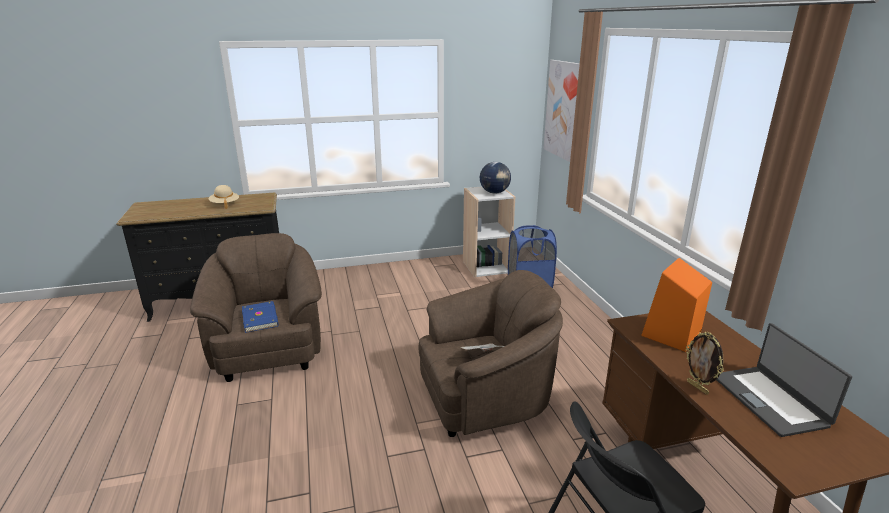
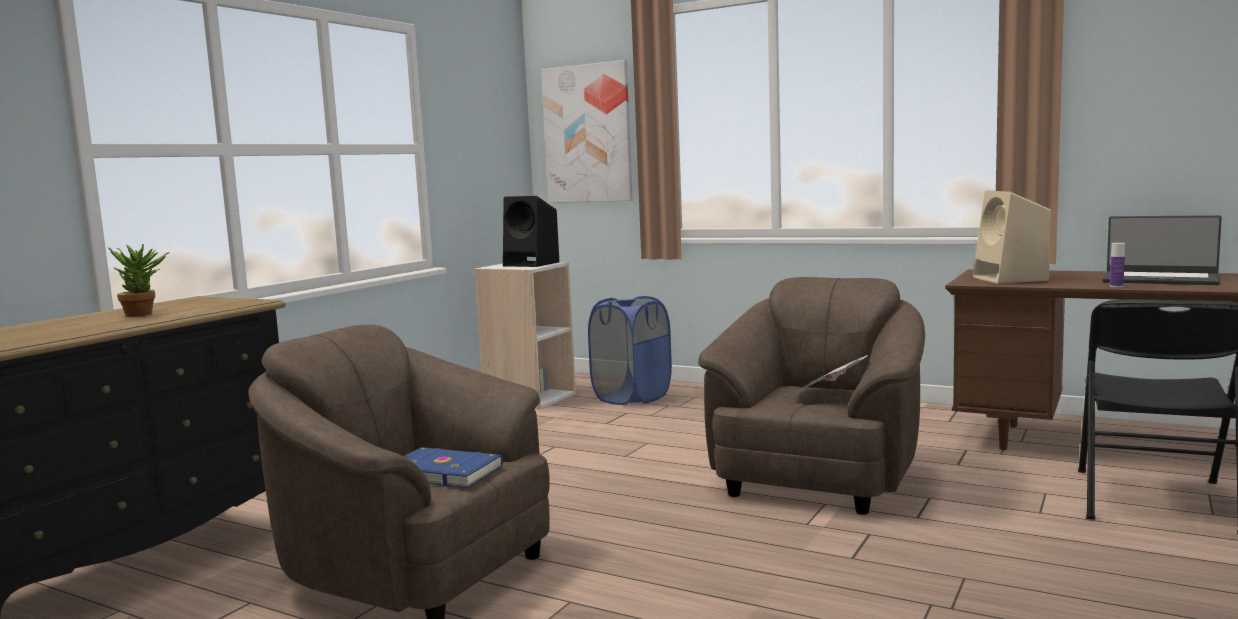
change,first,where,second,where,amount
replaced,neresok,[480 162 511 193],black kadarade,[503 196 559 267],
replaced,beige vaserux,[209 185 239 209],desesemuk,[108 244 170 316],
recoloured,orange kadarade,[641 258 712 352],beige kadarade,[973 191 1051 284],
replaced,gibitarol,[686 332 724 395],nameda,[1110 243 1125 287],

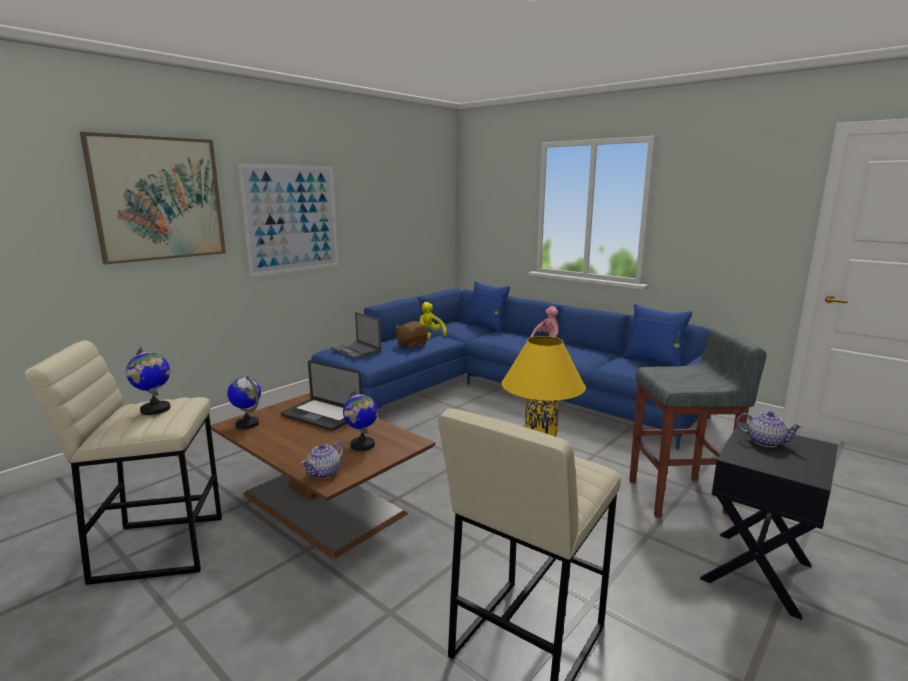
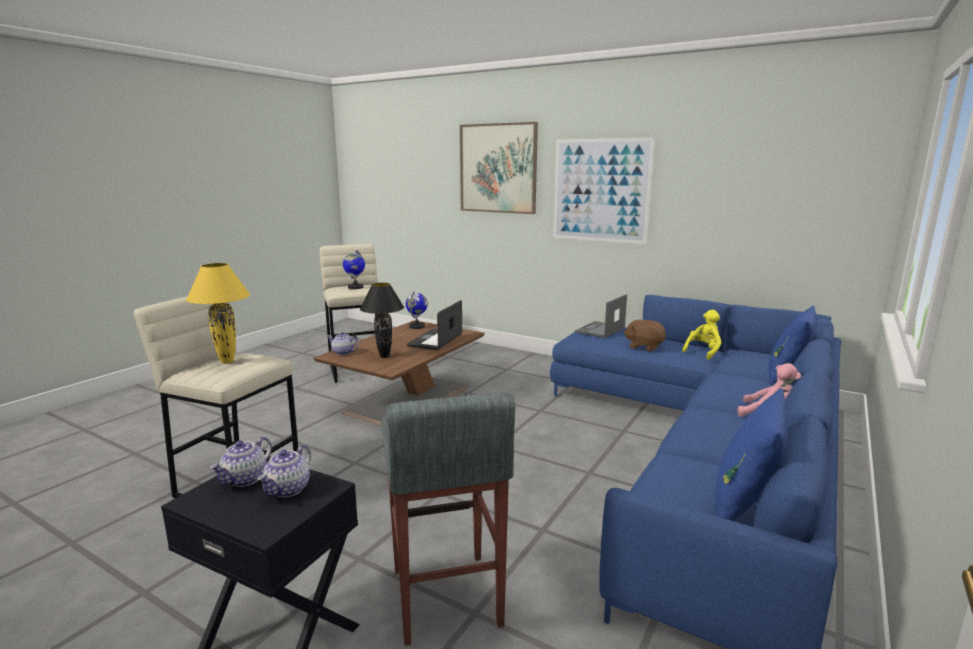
change,first,where,second,where,amount
replaced,neresok,[343 389 378 451],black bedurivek,[360 283 404 358],
added,,,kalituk,[209 437 272 487],

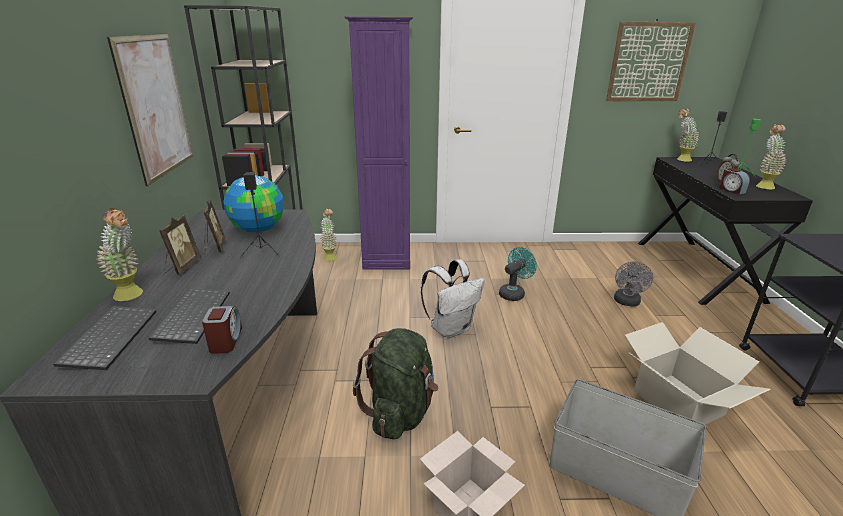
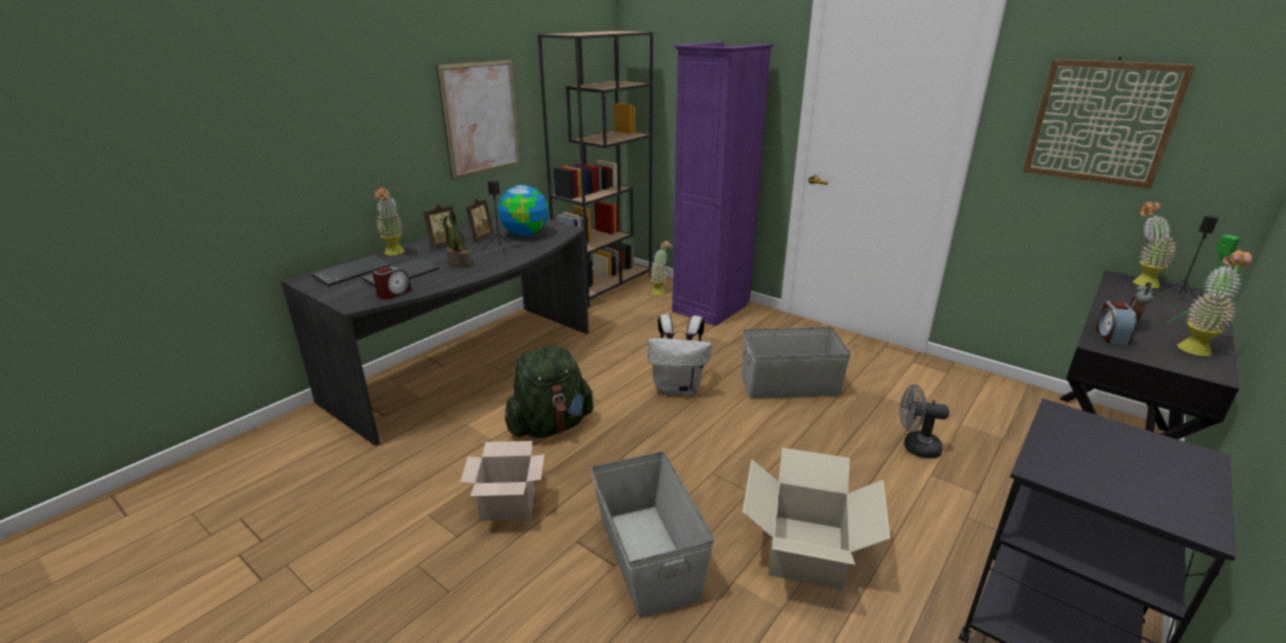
change,first,where,second,where,amount
replaced,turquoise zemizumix,[499 247 537 301],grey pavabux,[742 327 851 399],
turned,grey zemizumix,[614 261 653 306],,[900 384 949 459],45 degrees clockwise
added,,,desesemuk,[441 210 471 268],

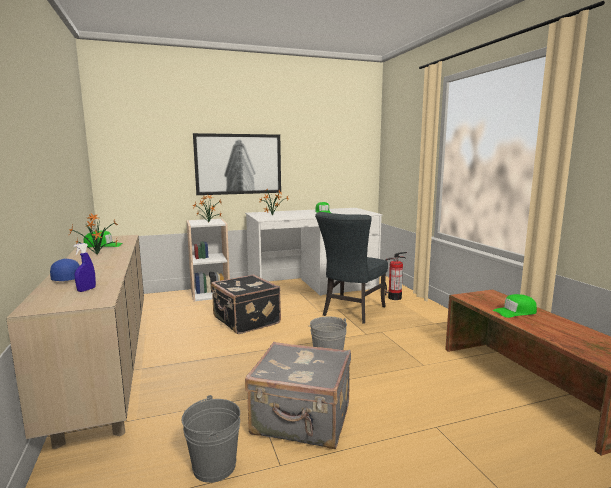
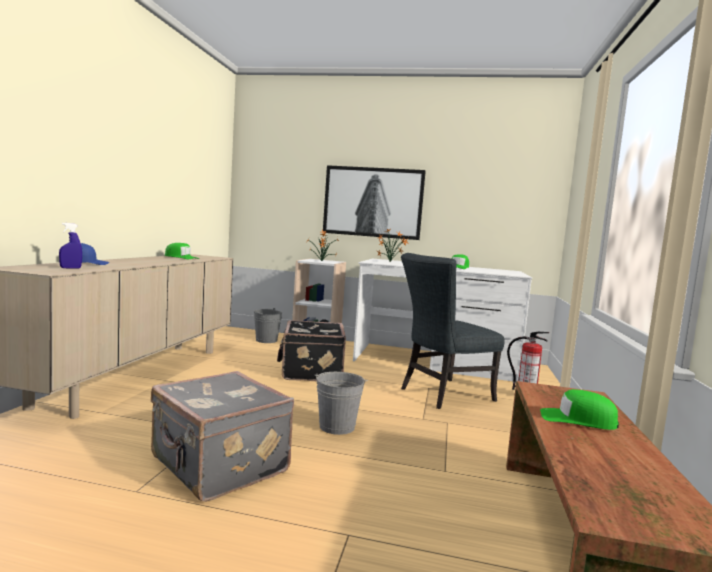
change,first,where,second,where,amount
removed,desesemuk,[69 214 118 254],,,
moved,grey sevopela,[182 395 240 483],,[254 308 282 343],

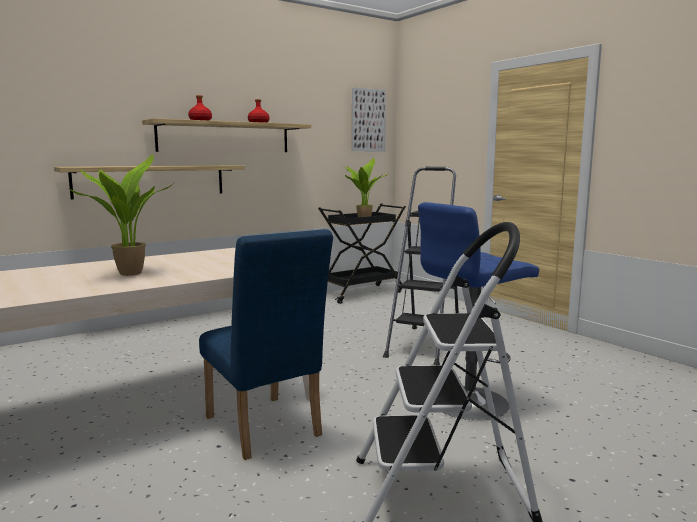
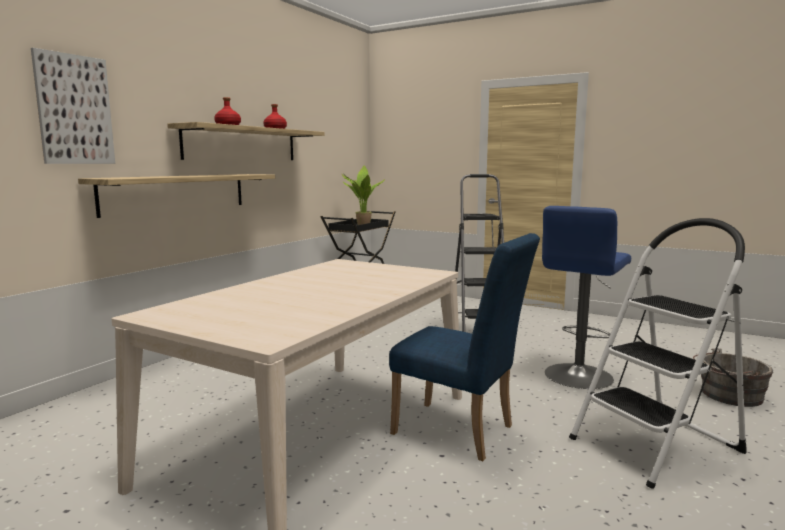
change,first,where,second,where,amount
moved,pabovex,[352 87 386 151],,[31 48 115 164],
removed,desesemuk,[69 154 176 276],,,
added,,,grey sevopela,[693 348 773 407],

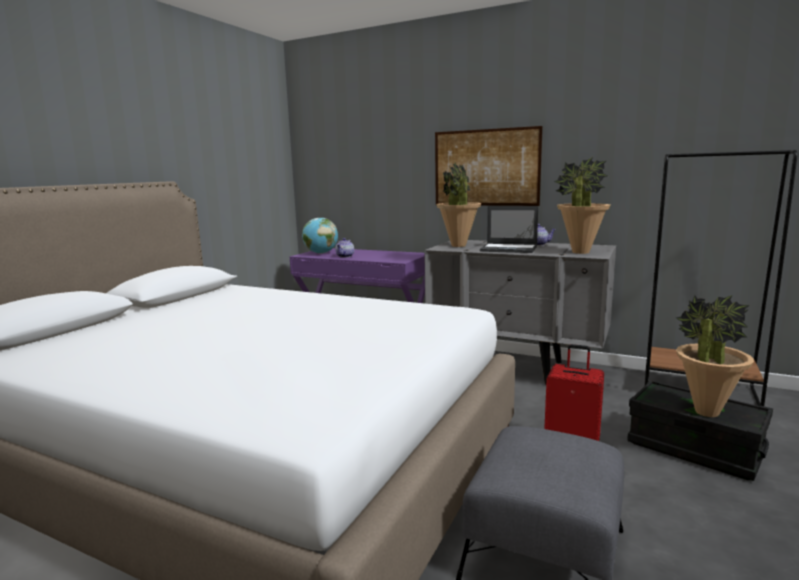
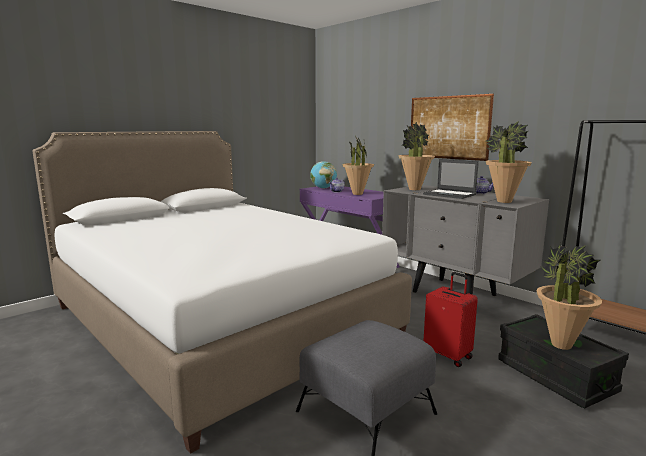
change,first,where,second,where,amount
added,,,desesemuk,[342 136 374 195],

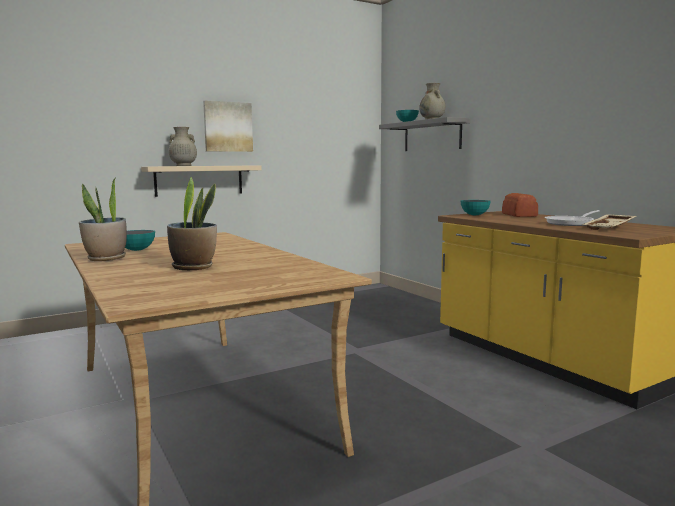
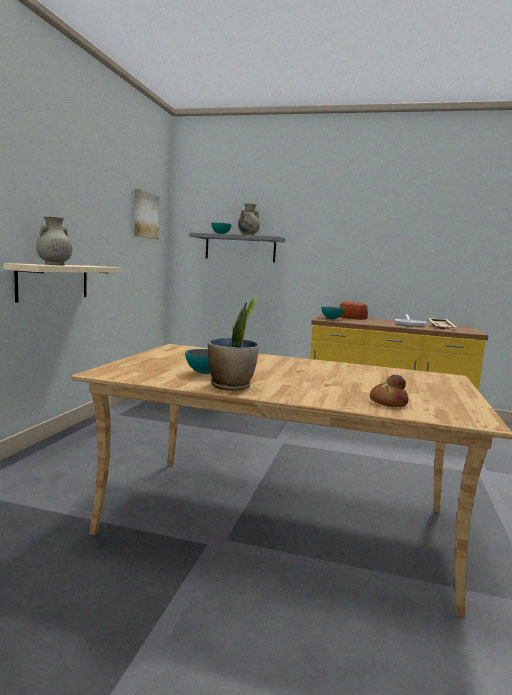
change,first,where,second,where,amount
moved,pabovex,[203 100 253 152],,[134 189 159 239],
removed,desesemuk,[167 177 217 270],,,
added,,,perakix,[370 375 408 407],

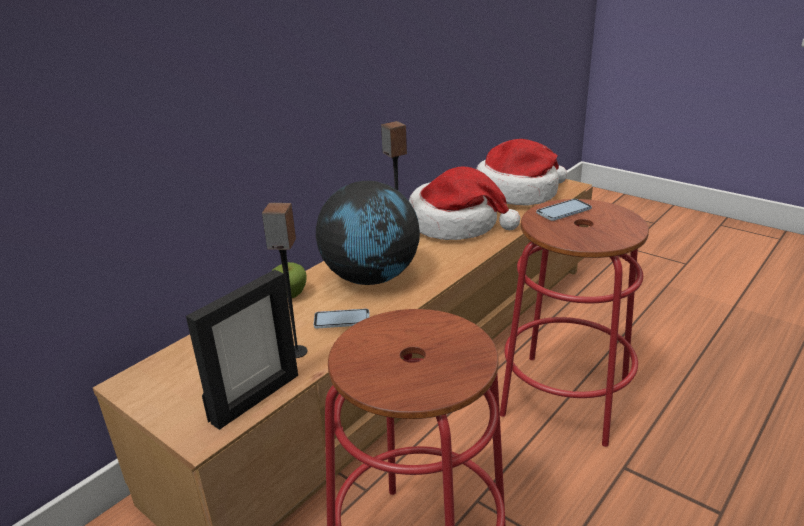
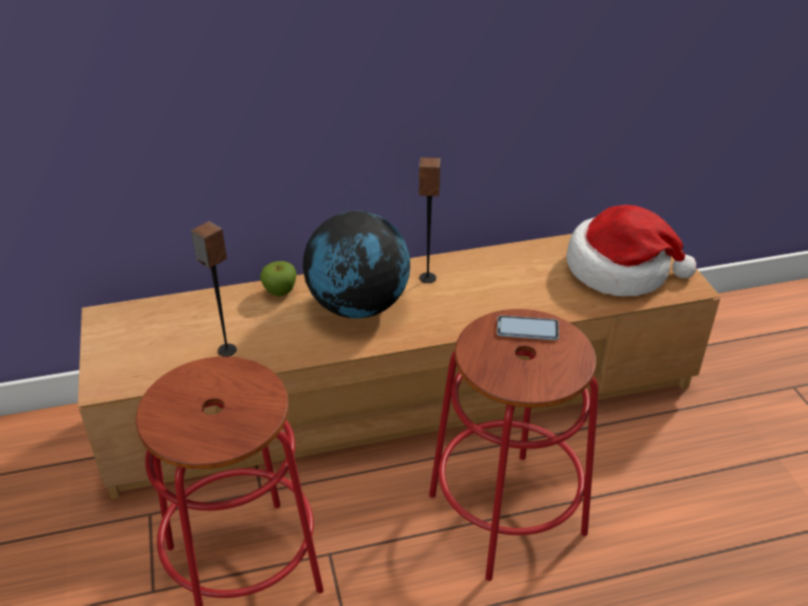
change,first,where,second,where,amount
removed,vaserux,[409 166 520 240],,,
removed,gibitarol,[186 270 298 430],,,
removed,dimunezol,[314 309 370 329],,,

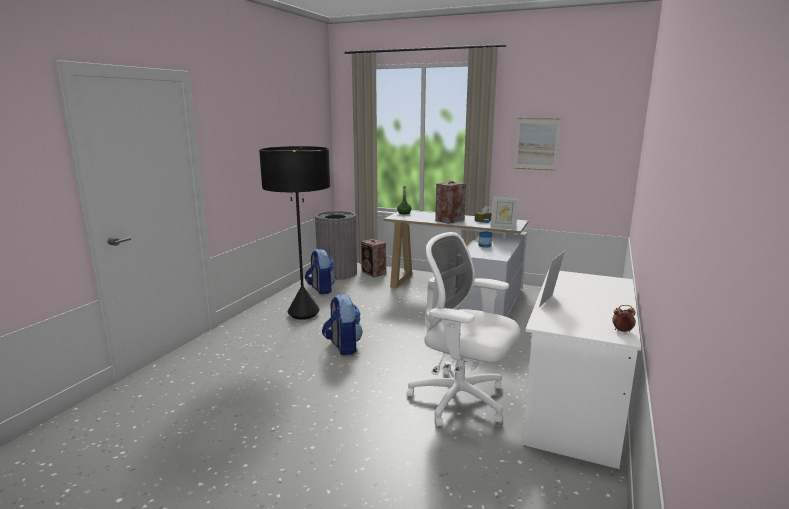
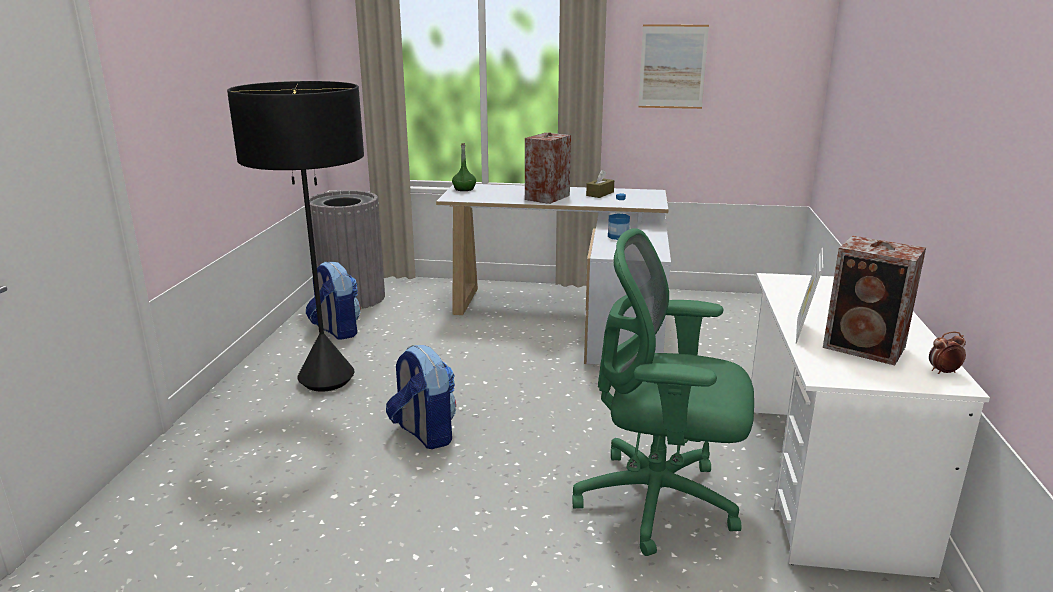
change,first,where,second,where,amount
removed,gibitarol,[490 196 519 230],,,
recoloured,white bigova,[406 232 520 426],green bigova,[573 228 754 556],
moved,kadarade,[361 239 386 277],,[823 236 926 366],

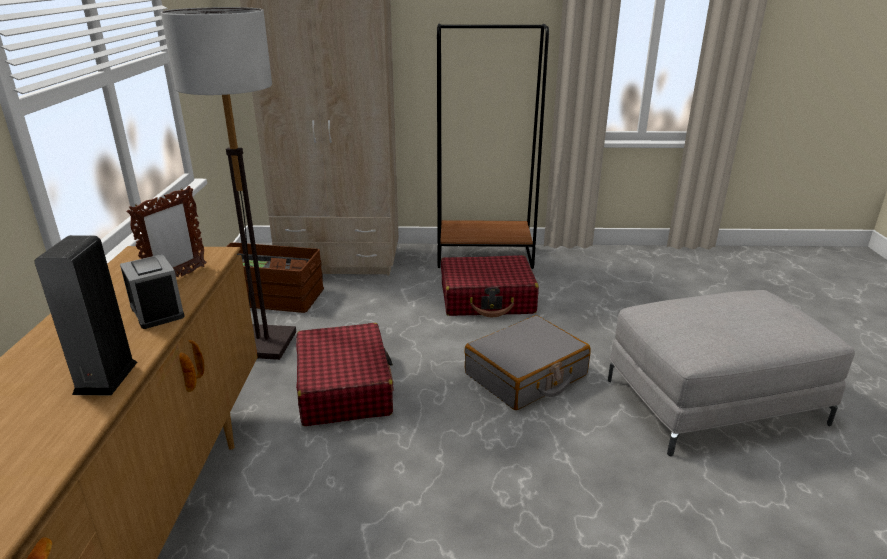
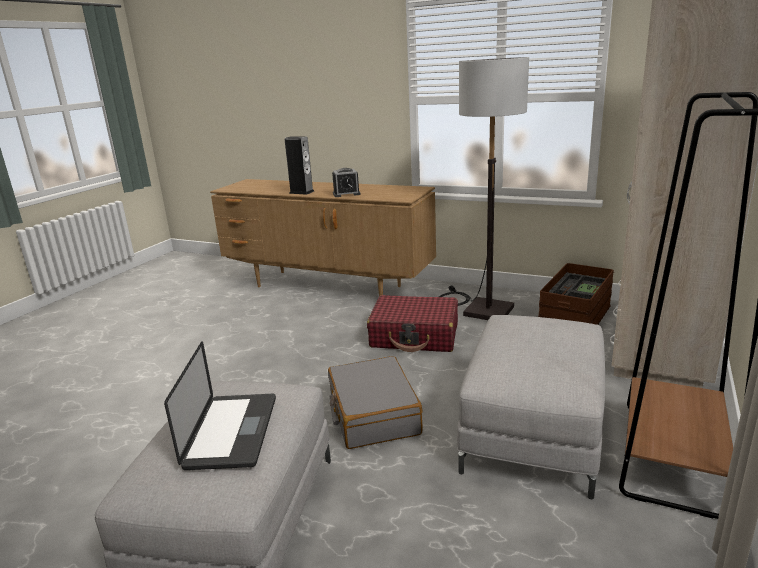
change,first,where,second,where,amount
removed,gibitarol,[126 186 207 277],,,
replaced,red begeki,[441 255 539 317],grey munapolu,[457 315 605 499],
added,,,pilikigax,[164 341 276 470],

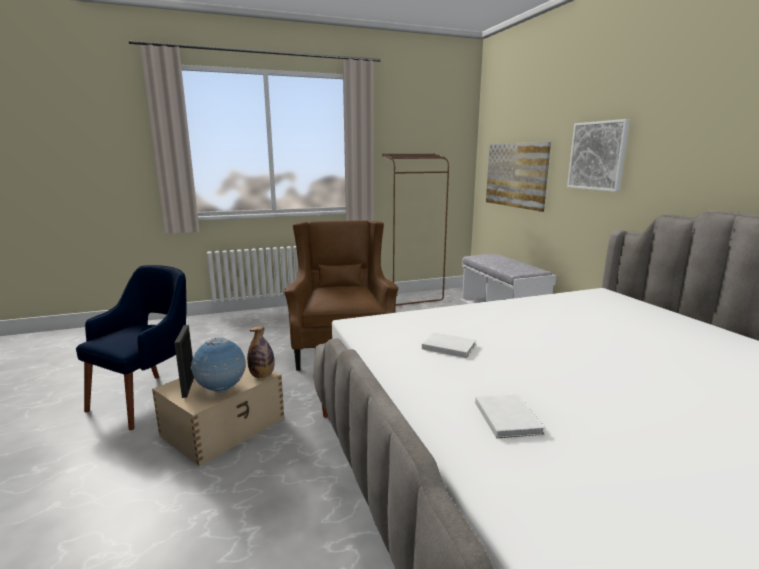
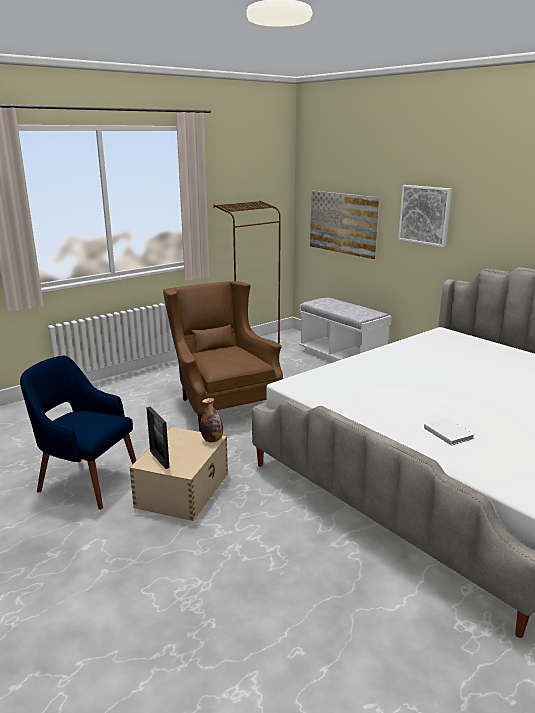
change,first,where,second,where,amount
turned,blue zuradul,[76 265 187 430],,[20 356 136 510],75 degrees counterclockwise
removed,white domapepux,[422 332 476 358],,,
removed,neresok,[191 337 246 393],,,

